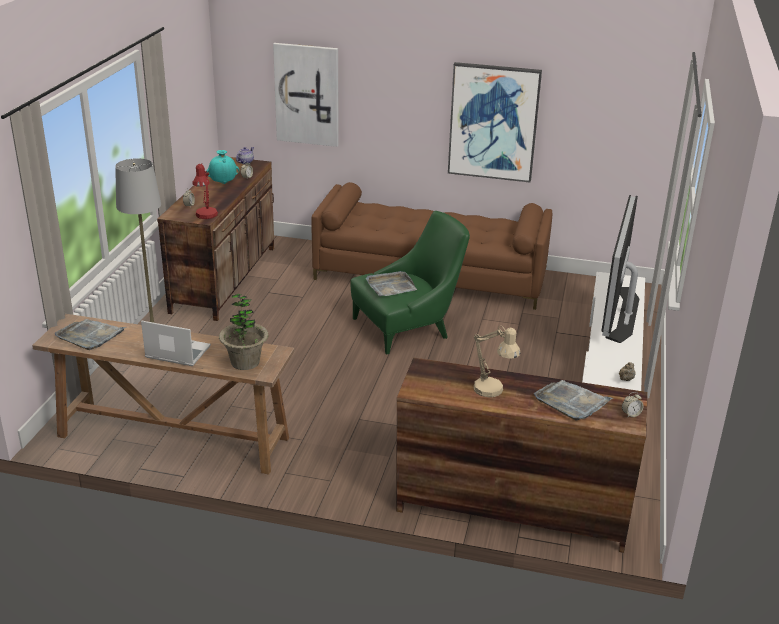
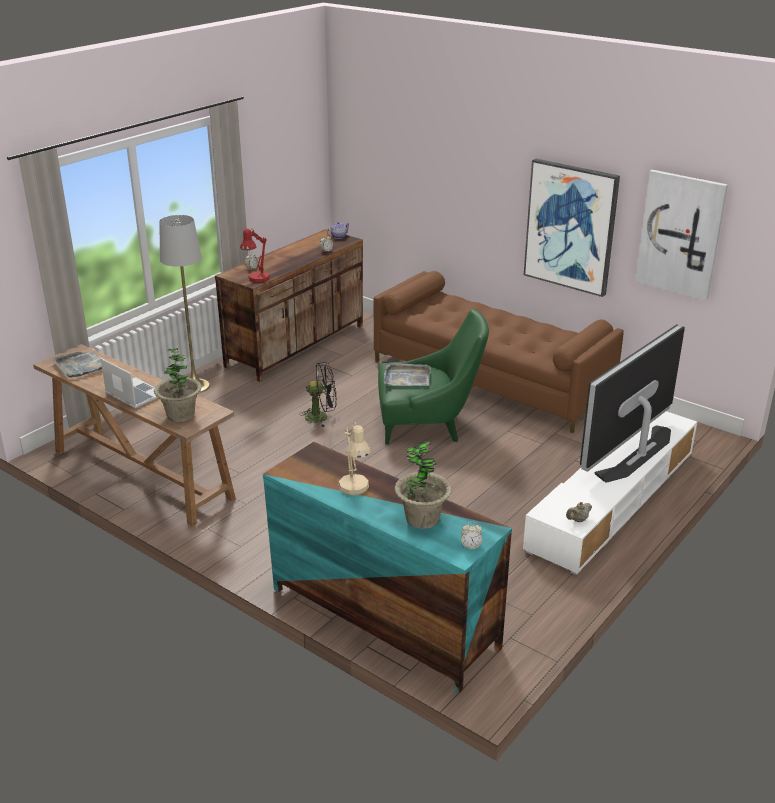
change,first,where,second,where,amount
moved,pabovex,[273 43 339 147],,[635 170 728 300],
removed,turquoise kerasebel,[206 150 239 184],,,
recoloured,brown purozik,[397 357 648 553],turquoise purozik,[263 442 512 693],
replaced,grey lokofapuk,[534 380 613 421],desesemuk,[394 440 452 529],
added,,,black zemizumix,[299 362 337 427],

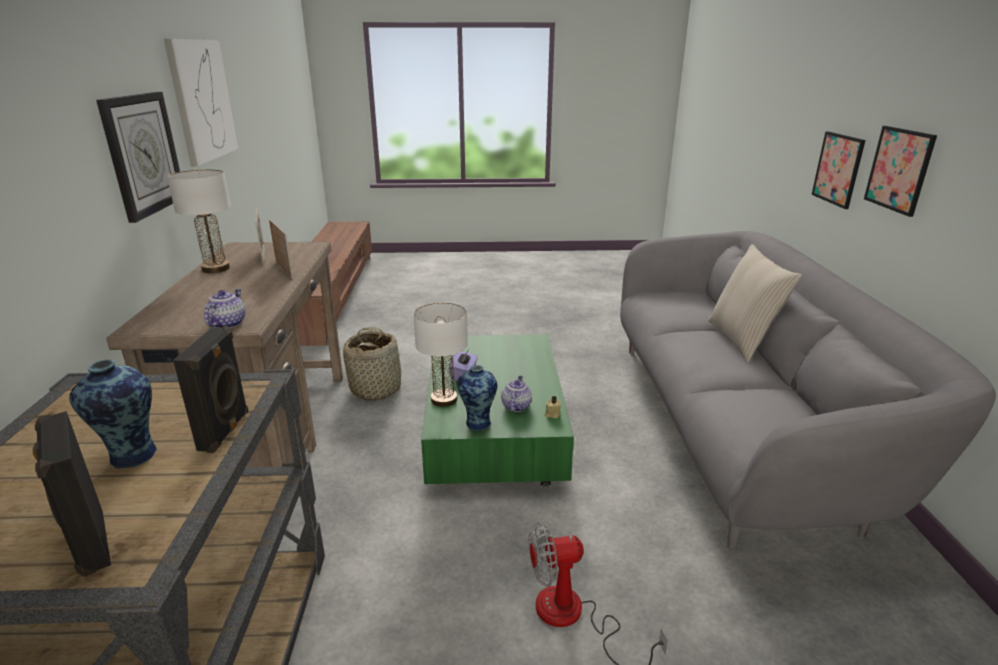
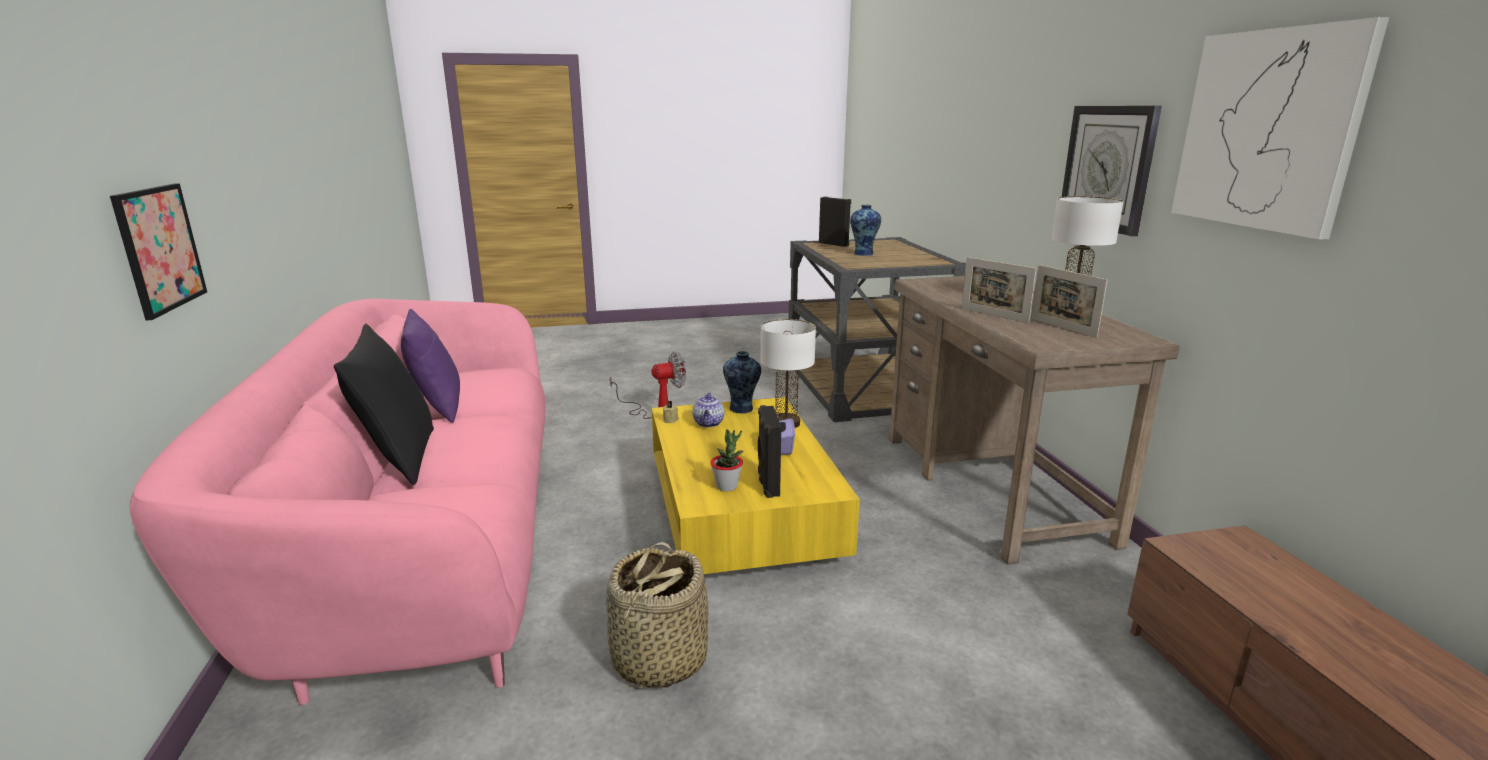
change,first,where,second,where,amount
removed,pabovex,[864 126 937 217],,,
recoloured,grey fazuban,[620 231 996 550],pink fazuban,[130 299 545 706],
recoloured,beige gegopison,[708 244 802 362],black gegopison,[334 324 434 485],
removed,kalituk,[204 289 245 328],,,
moved,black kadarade,[173 326 248 453],,[758 405 781 498],
moved,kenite,[343 327 401 401],,[606 542 709 689],
recoloured,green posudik,[421 334 574 487],yellow posudik,[652 397 860 574],
added,,,purple gegopison,[401 309 460 423],
added,,,desesemuk,[710 429 743 491],

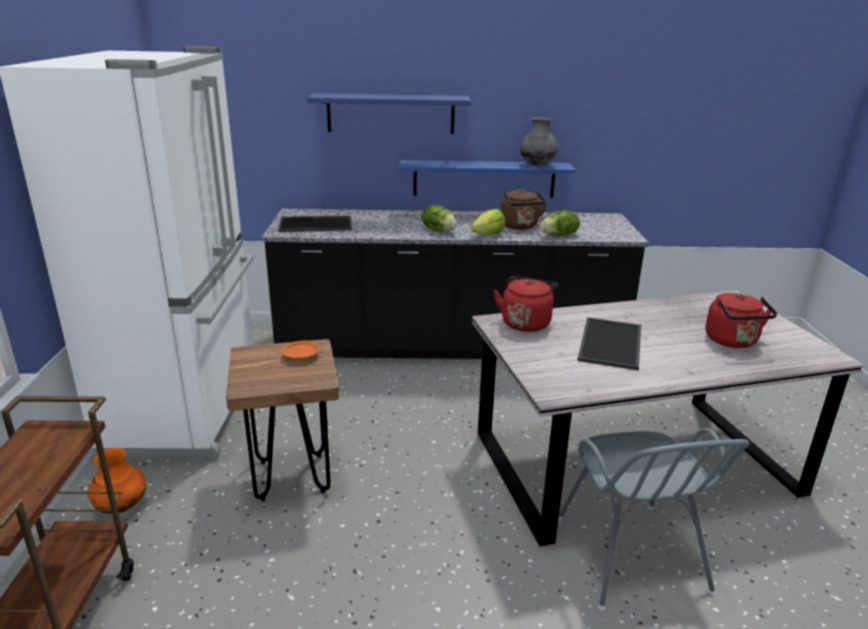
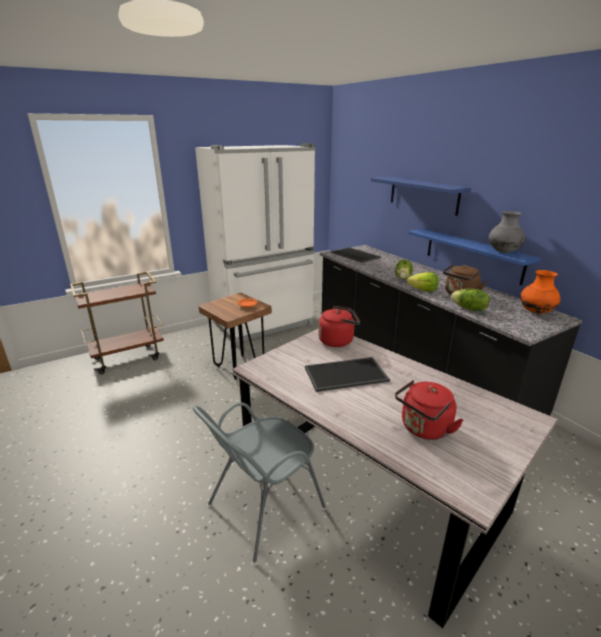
change,first,where,second,where,amount
moved,orange kerasebel,[88 448 146 514],,[521 270 560 314],

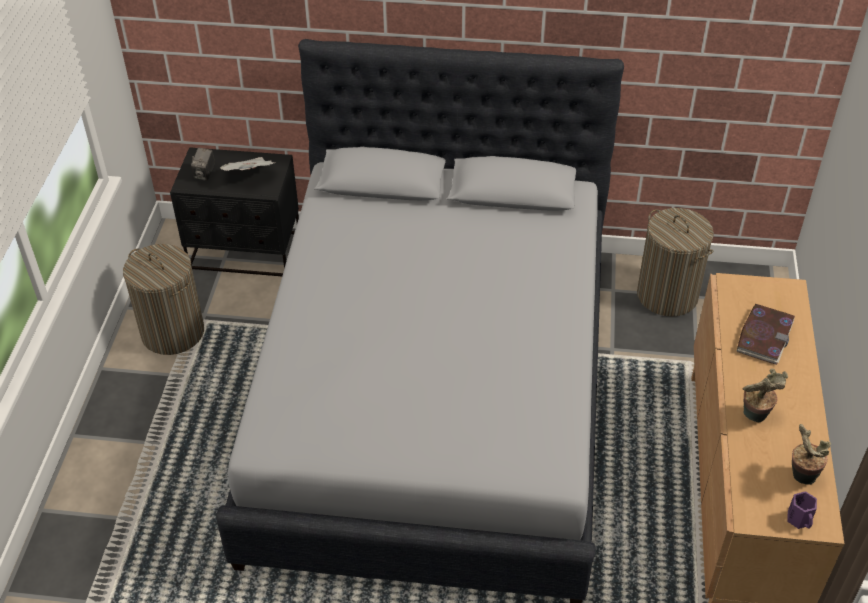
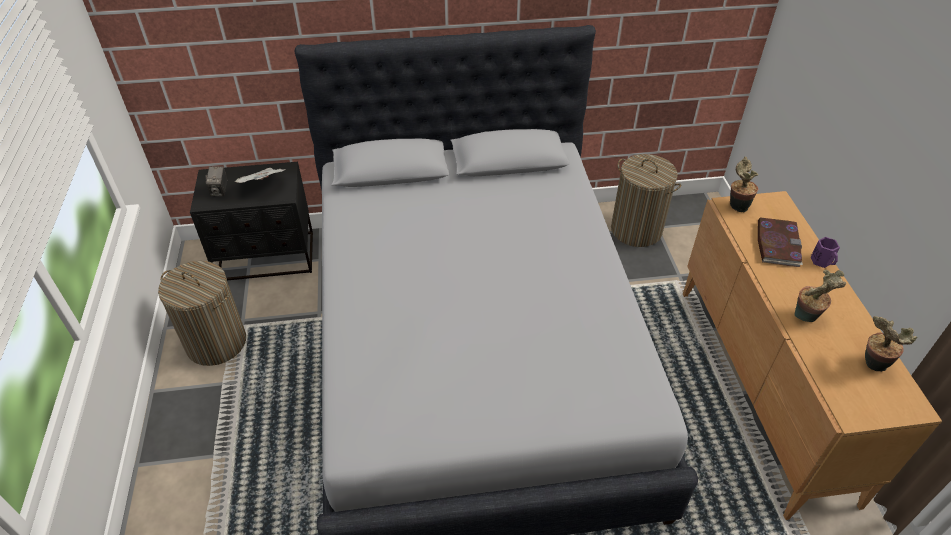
change,first,where,second,where,amount
moved,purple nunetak,[787 491 817 529],,[811 237 840 268],
added,,,desesemuk,[730 157 758 212],

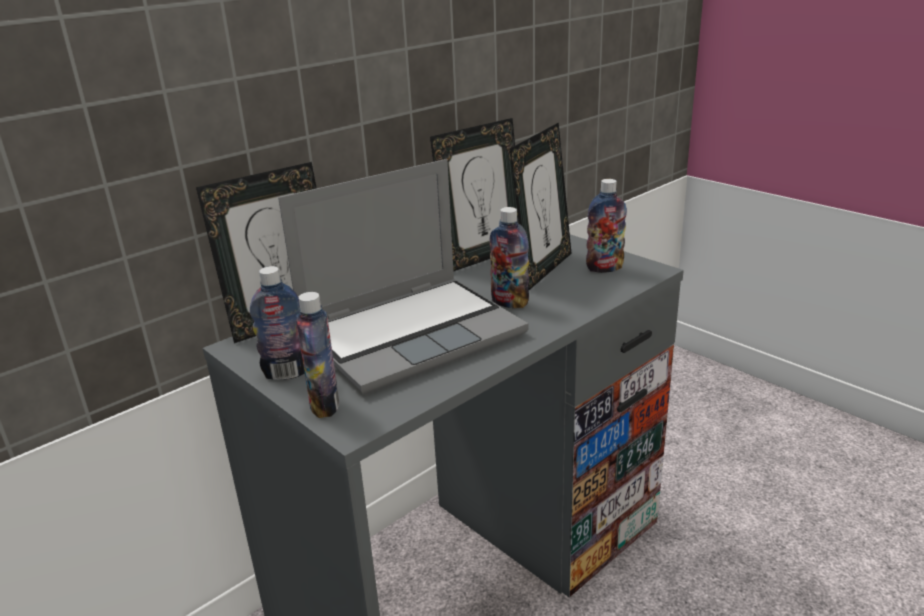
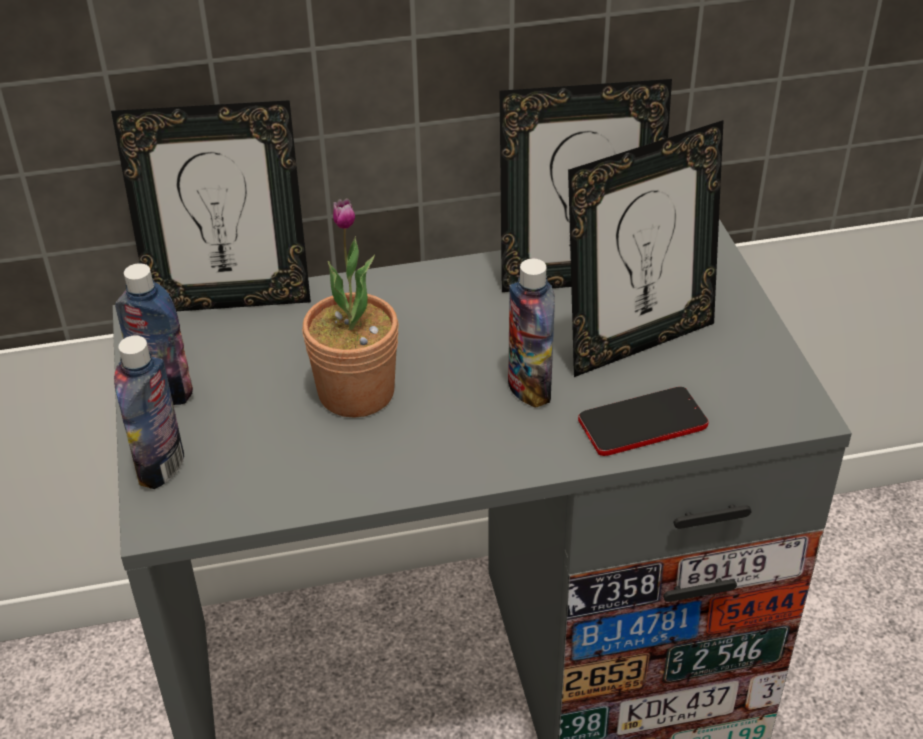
change,first,where,second,where,amount
replaced,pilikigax,[278 159 528 394],desesemuk,[302 198 399 418],
removed,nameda,[586 179 627 273],,,
added,,,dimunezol,[578 387 708 456],

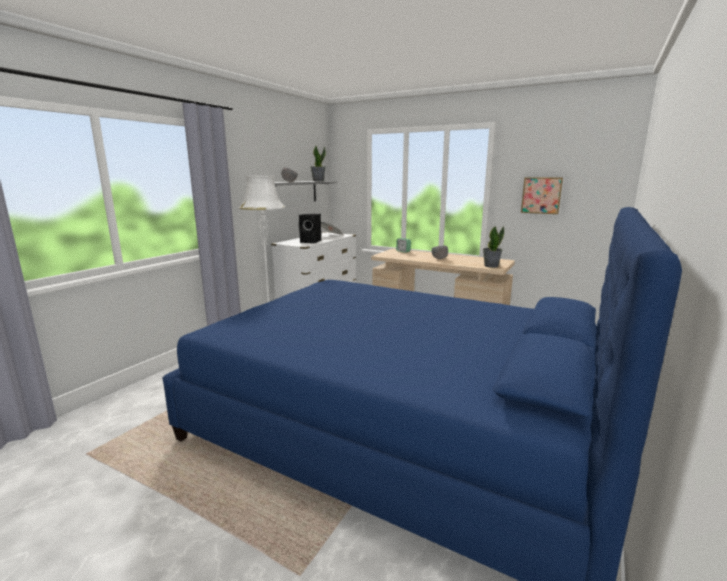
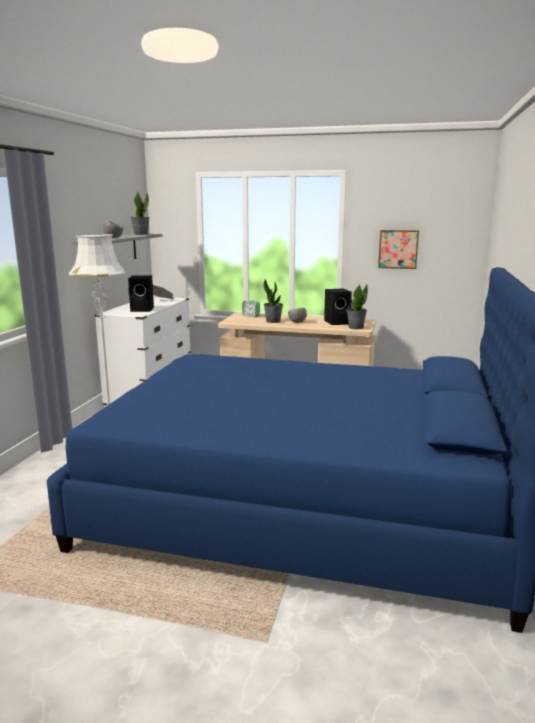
change,first,where,second,where,amount
added,,,desesemuk,[263 279 283 323],
added,,,black kadarade,[324 288 352 325],

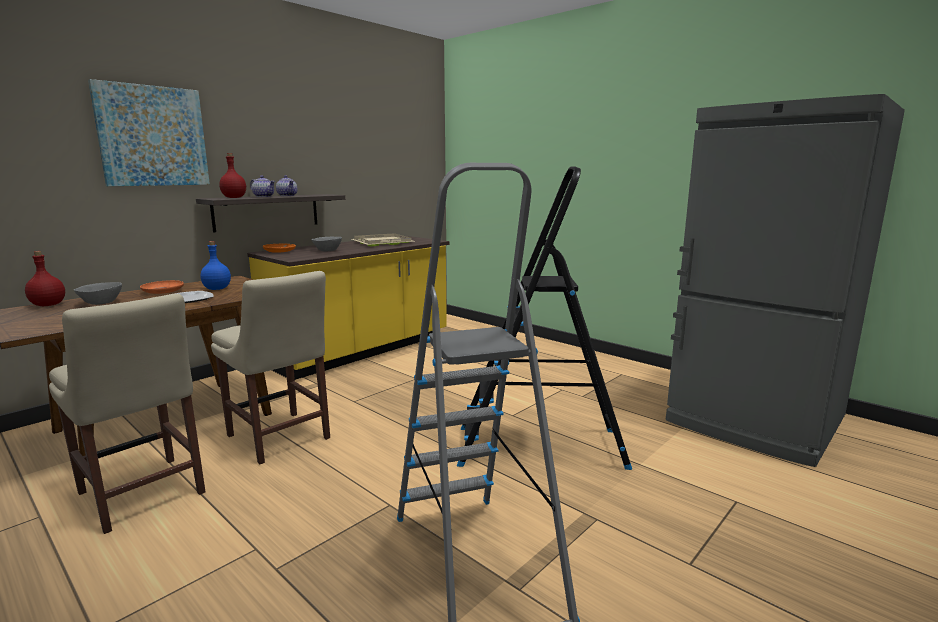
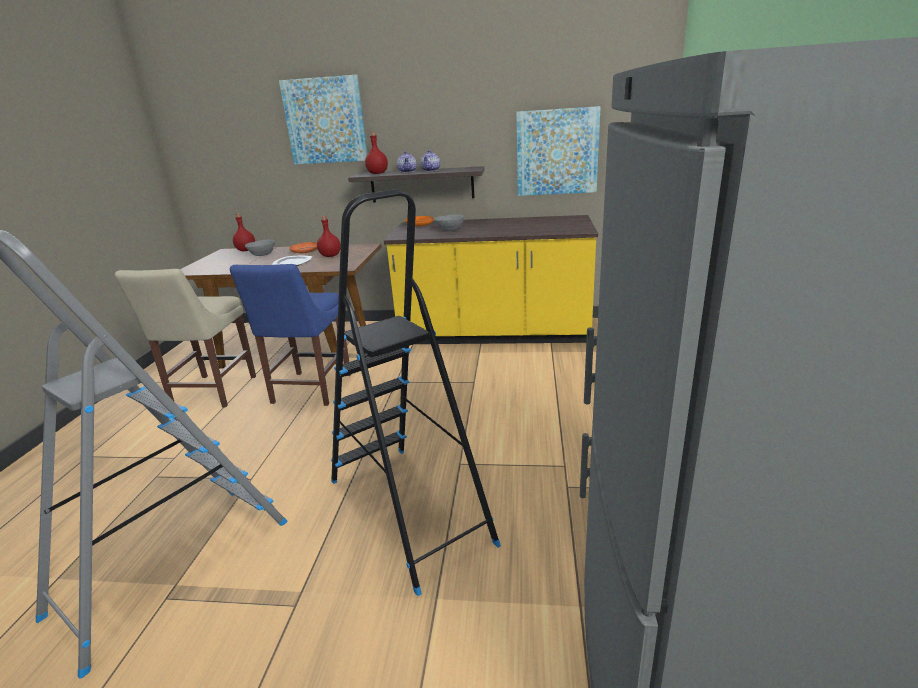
change,first,where,second,where,amount
removed,beige lokofapuk,[352 233 414 246],,,
recoloured,blue nameda,[201 241 231 290],red nameda,[317 216 341 257],
recoloured,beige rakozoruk,[211 271 330 465],blue rakozoruk,[230 264 351 406],
added,,,pabovex,[516 106 601 196],

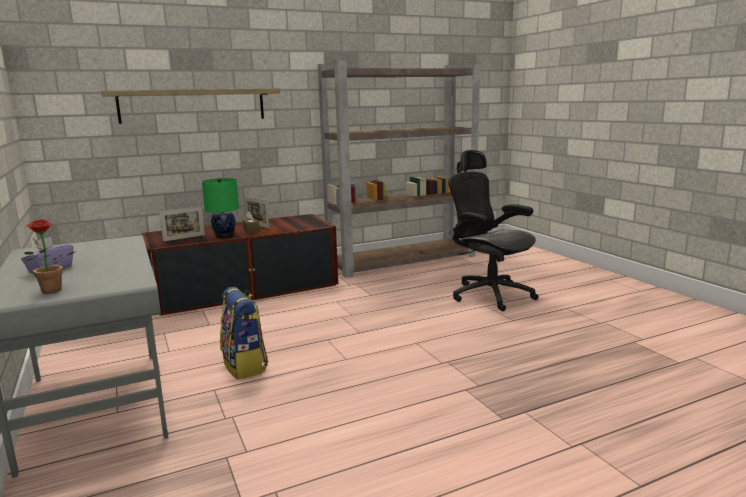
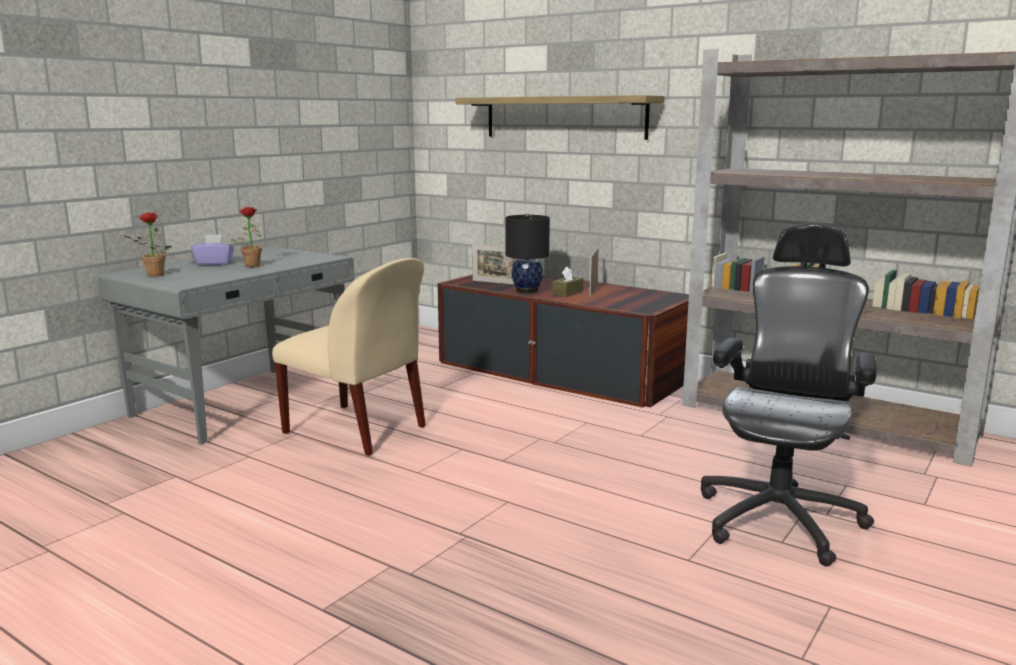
change,first,where,second,where,amount
recoloured,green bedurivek,[202 178 239 238],black bedurivek,[505 214 550 293],
replaced,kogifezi,[220 287 268 380],beige rakozoruk,[272 258 426 456],
added,,,desesemuk,[231 207 262 267],

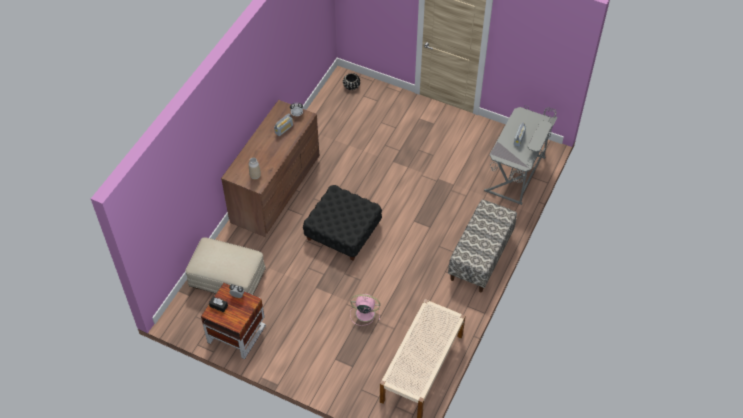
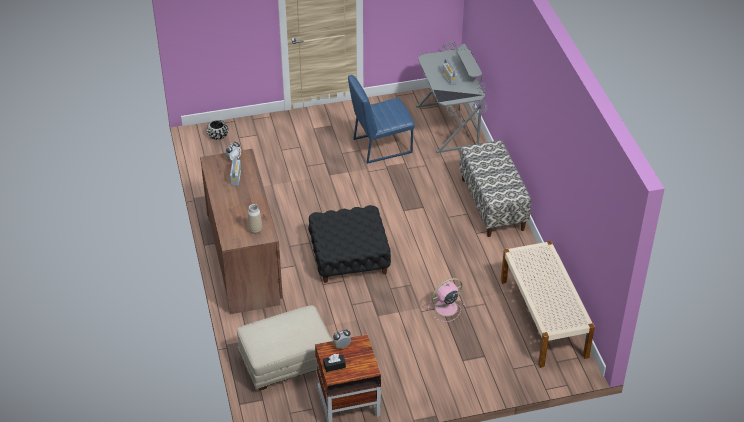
change,first,where,second,where,amount
added,,,blue rakozoruk,[348 75 415 164],

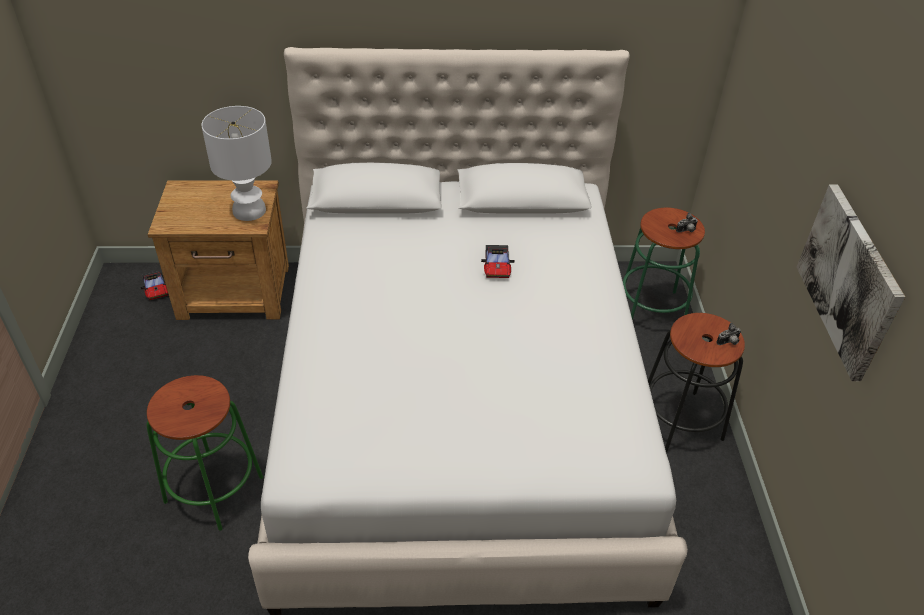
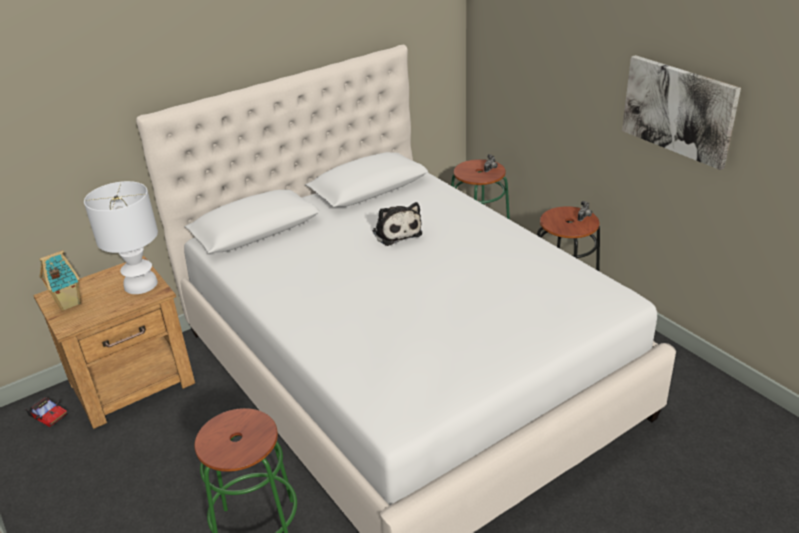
change,first,where,second,where,amount
replaced,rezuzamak,[481 245 514 278],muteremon,[373 202 422 246],
added,,,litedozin,[39 250 81 311],

